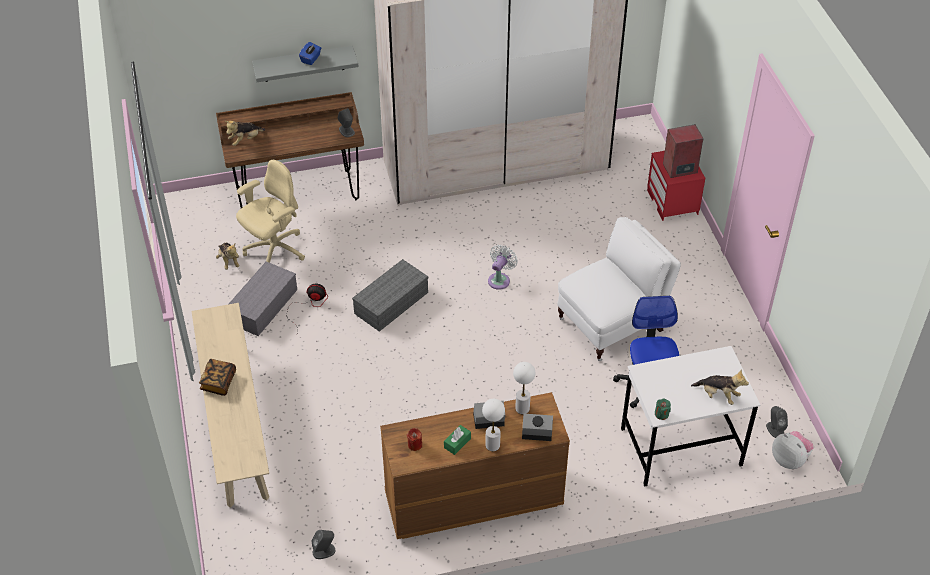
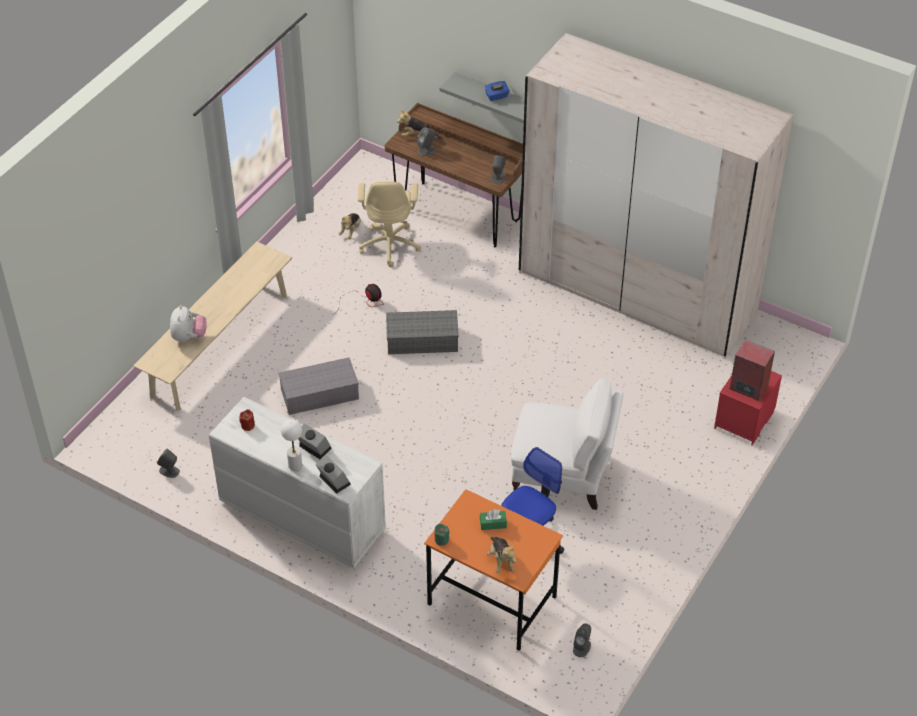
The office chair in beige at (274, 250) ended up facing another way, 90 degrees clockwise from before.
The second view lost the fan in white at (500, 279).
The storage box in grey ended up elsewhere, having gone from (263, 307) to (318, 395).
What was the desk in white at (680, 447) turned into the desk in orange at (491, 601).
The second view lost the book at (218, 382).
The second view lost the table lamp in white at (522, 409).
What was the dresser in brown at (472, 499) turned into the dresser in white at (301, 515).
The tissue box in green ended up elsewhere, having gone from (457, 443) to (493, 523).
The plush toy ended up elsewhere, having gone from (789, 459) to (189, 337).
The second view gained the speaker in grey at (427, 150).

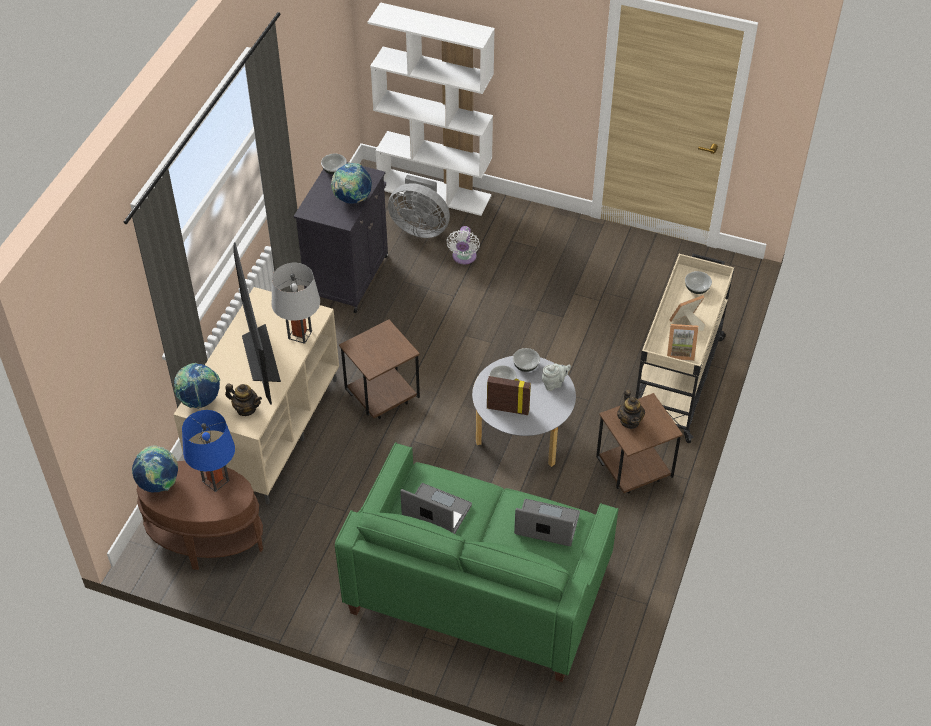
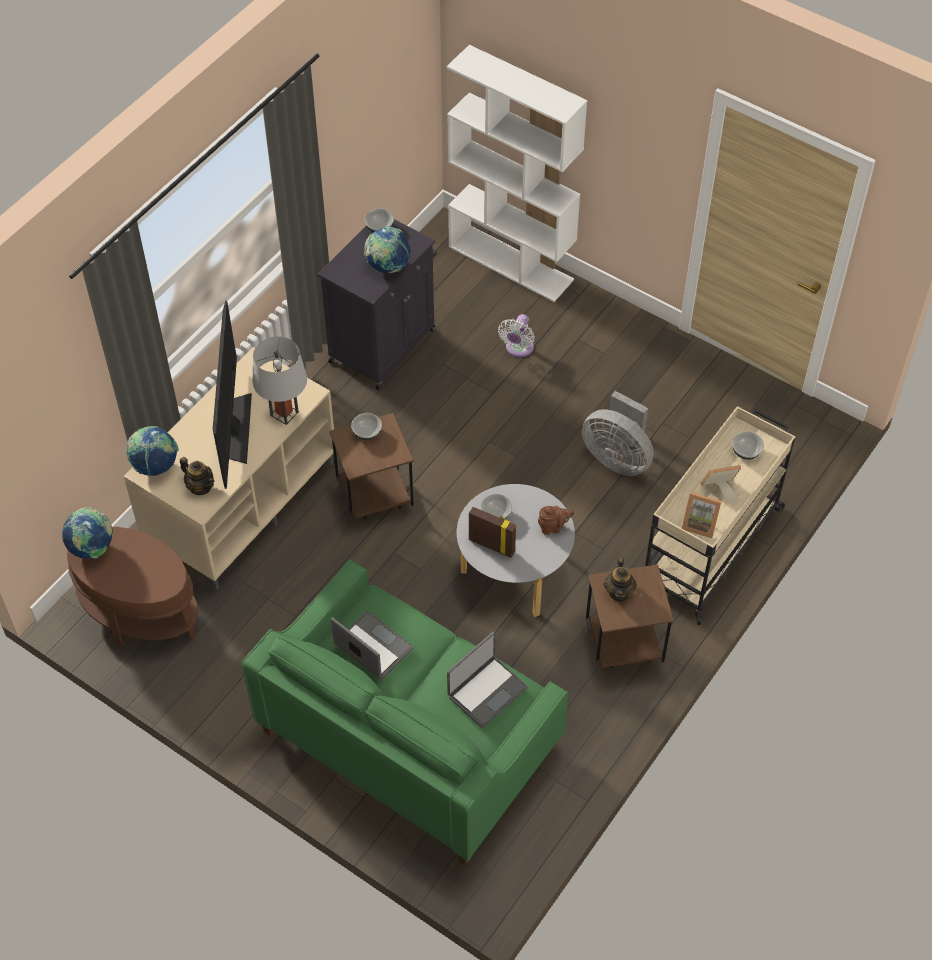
The fan in grey ended up elsewhere, having gone from (420, 227) to (617, 457).
The bowl ended up elsewhere, having gone from (526, 365) to (367, 432).
What was the teapot in grey at (554, 383) turned into the teapot in brown at (553, 527).
The second view lost the table lamp in blue at (216, 481).
The laptop at (546, 525) ended up facing another way, 105 degrees clockwise from before.

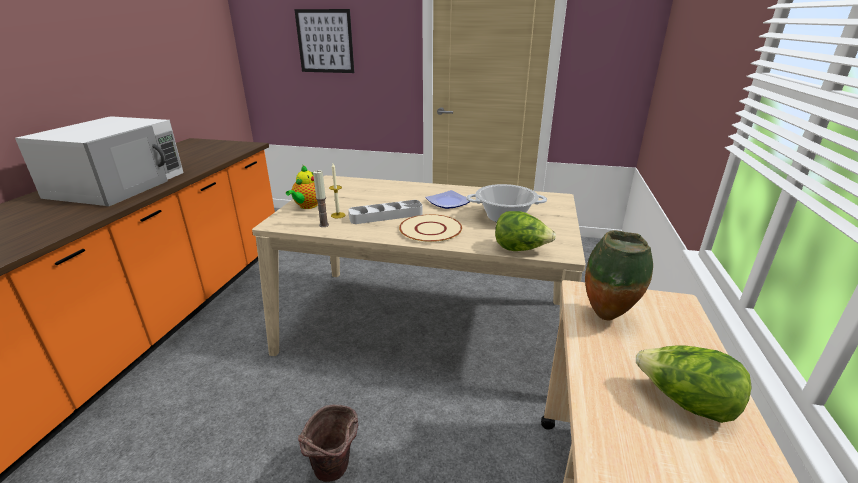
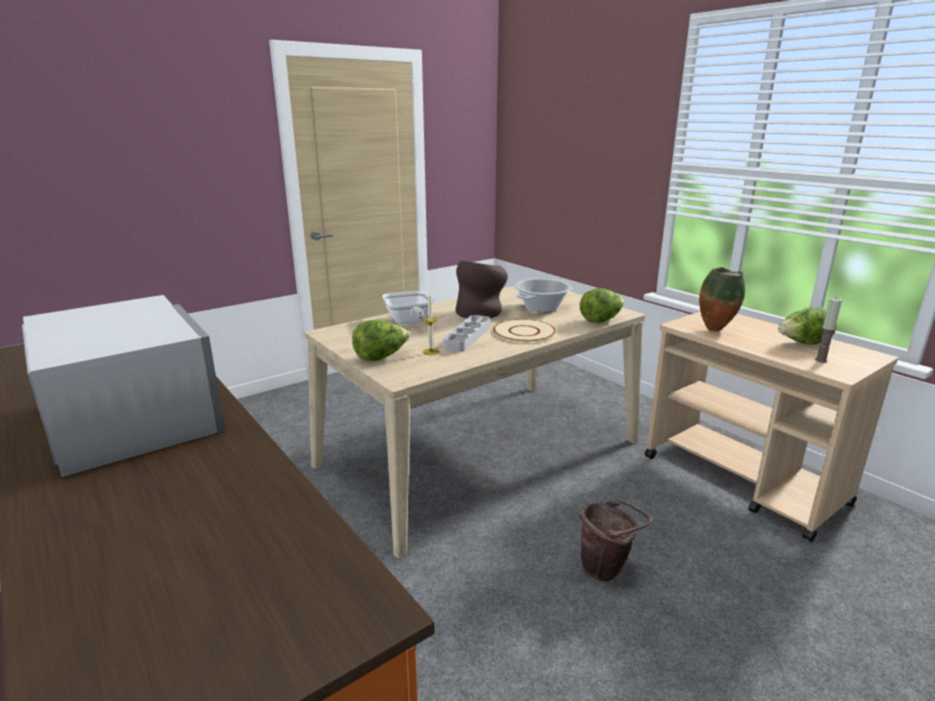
The second view lost the picture at (325, 41).
Where the teapot stood at (307, 206), the lettuce came to stand at (381, 357).
The candle ended up elsewhere, having gone from (324, 225) to (821, 360).
Where the plate stood at (448, 202), the vase in brown came to stand at (480, 312).
The second view gained the frying pan at (409, 322).

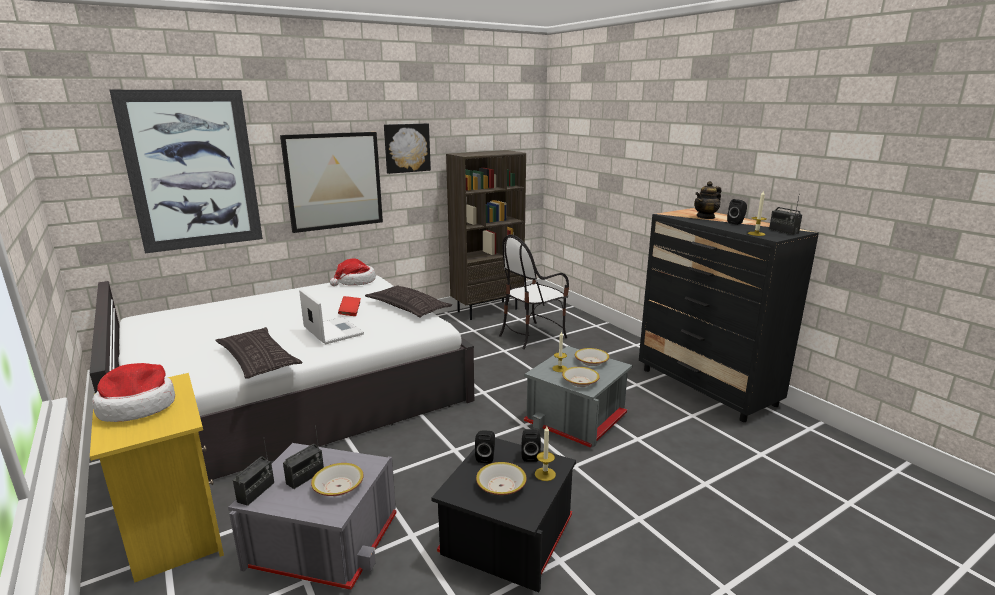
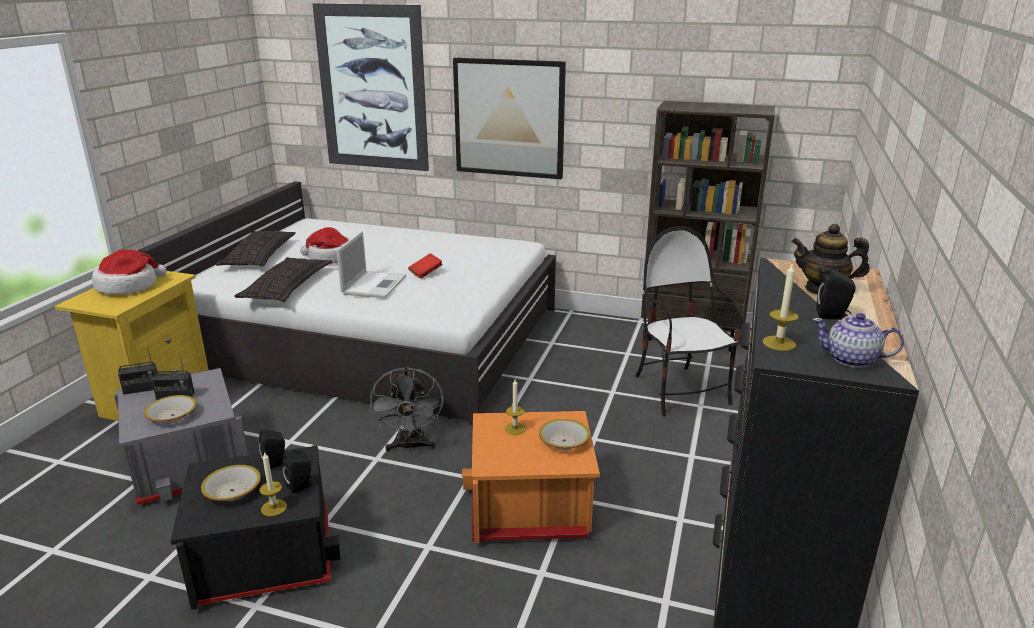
The second view lost the picture at (406, 148).
Where the radio stood at (783, 231), the teapot came to stand at (852, 360).
The chair at (532, 335) ended up facing another way, 60 degrees clockwise from before.
The hat ended up elsewhere, having gone from (355, 282) to (331, 257).
The pillow ended up elsewhere, having gone from (408, 307) to (259, 256).
What was the storage box in grey at (577, 418) turned into the storage box in orange at (531, 507).
The second view lost the bowl at (580, 382).
The second view gained the fan in grey at (410, 446).

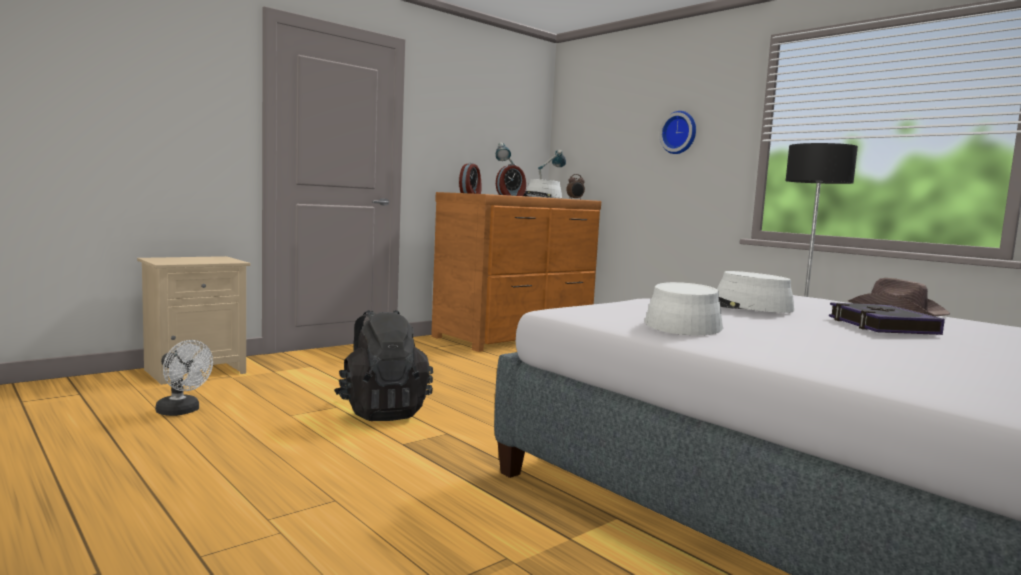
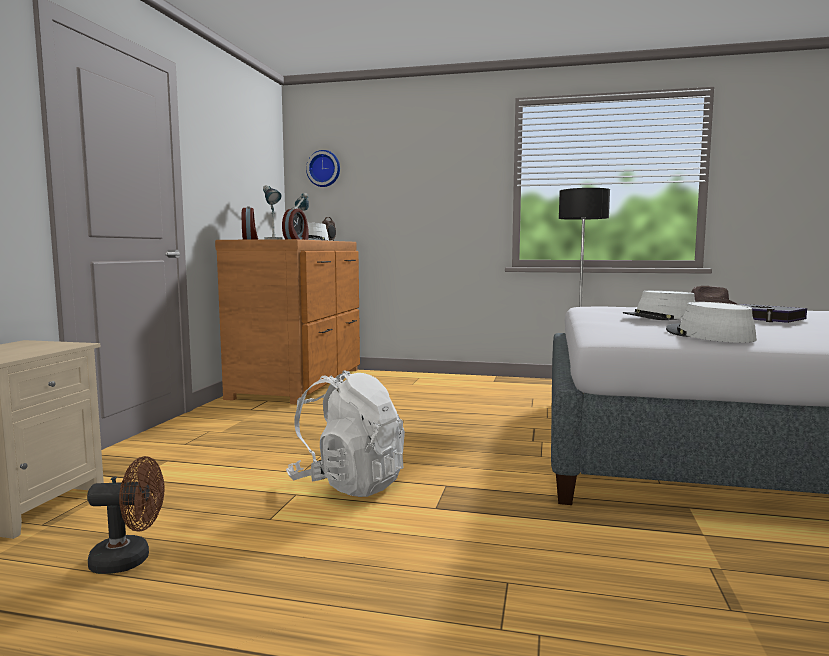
The wall clock ended up elsewhere, having gone from (679, 133) to (324, 169).
What was the backpack in black at (382, 411) turned into the backpack in white at (348, 484).
What was the fan in white at (182, 411) turned into the fan in brown at (130, 560).

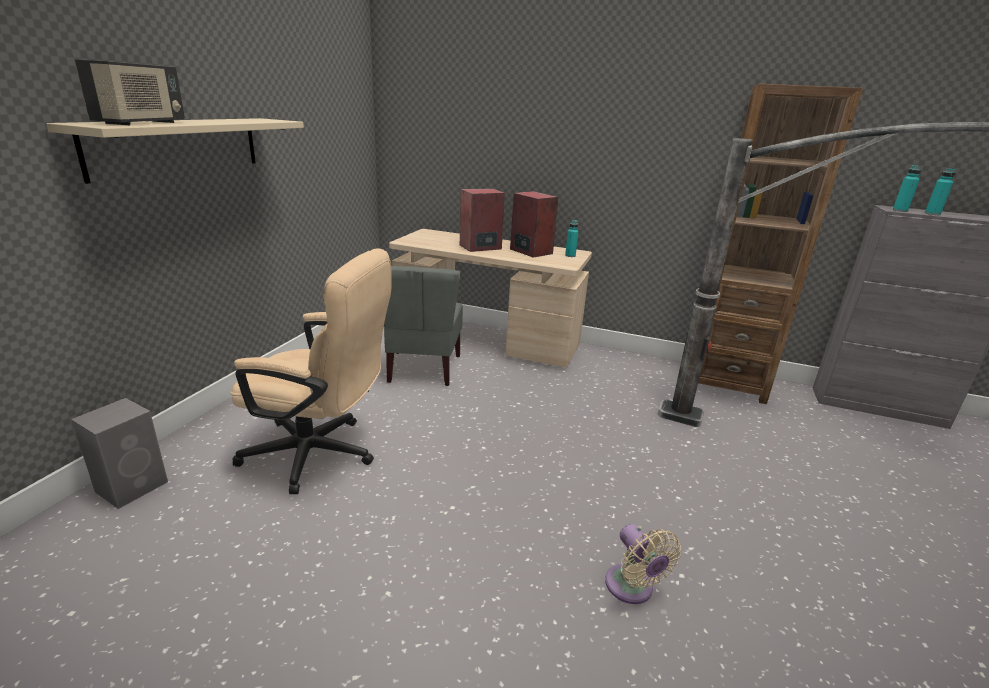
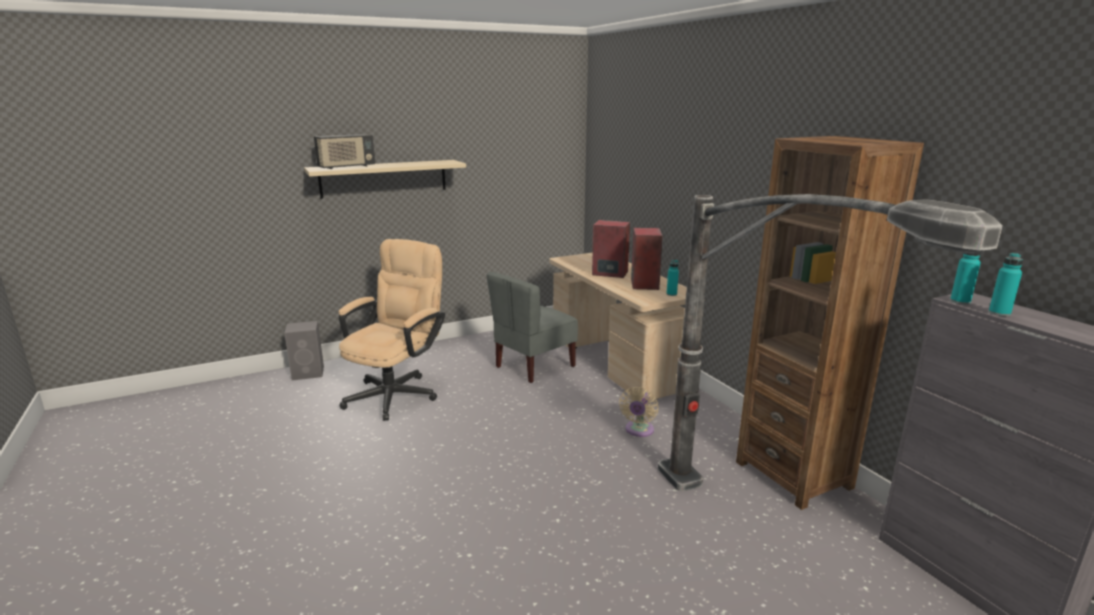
The office chair in beige at (321, 455) ended up facing another way, 120 degrees counterclockwise from before.
The fan in beige ended up elsewhere, having gone from (632, 589) to (638, 431).

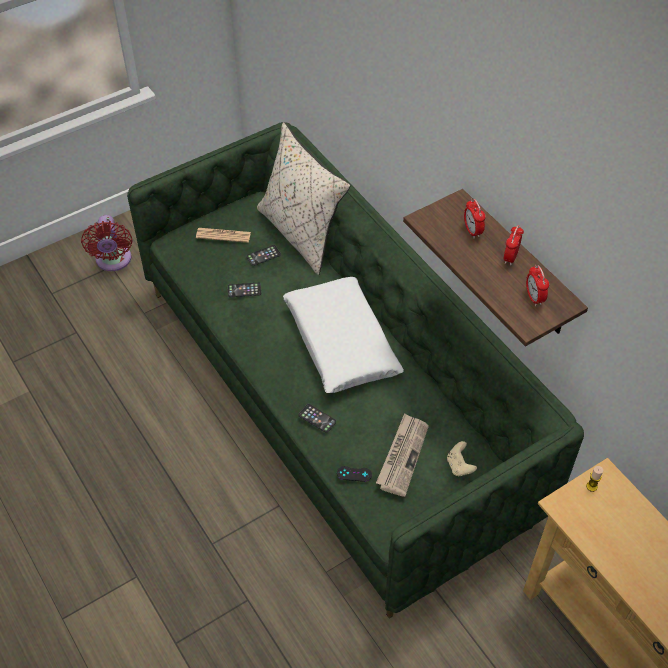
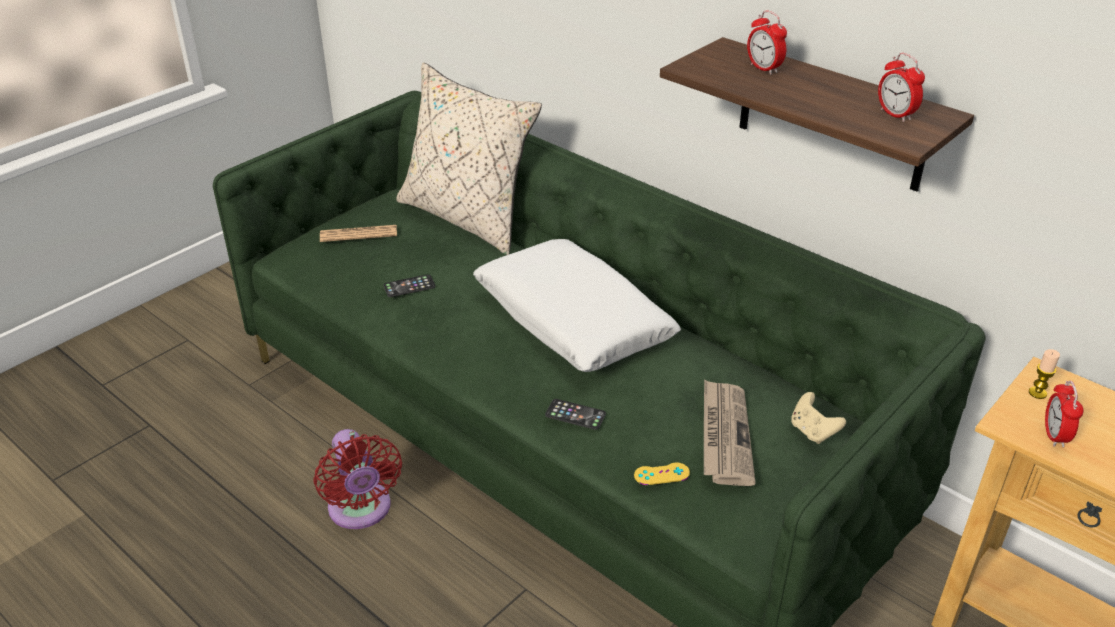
The fan in red ended up elsewhere, having gone from (113, 261) to (361, 511).
The alarm clock ended up elsewhere, having gone from (510, 257) to (1054, 436).
The second view lost the phone at (263, 255).
What was the game controller in black at (354, 474) turned into the game controller in yellow at (661, 474).

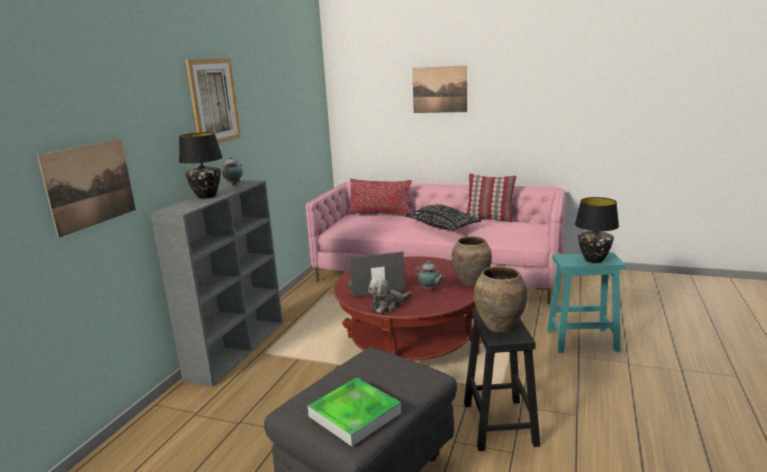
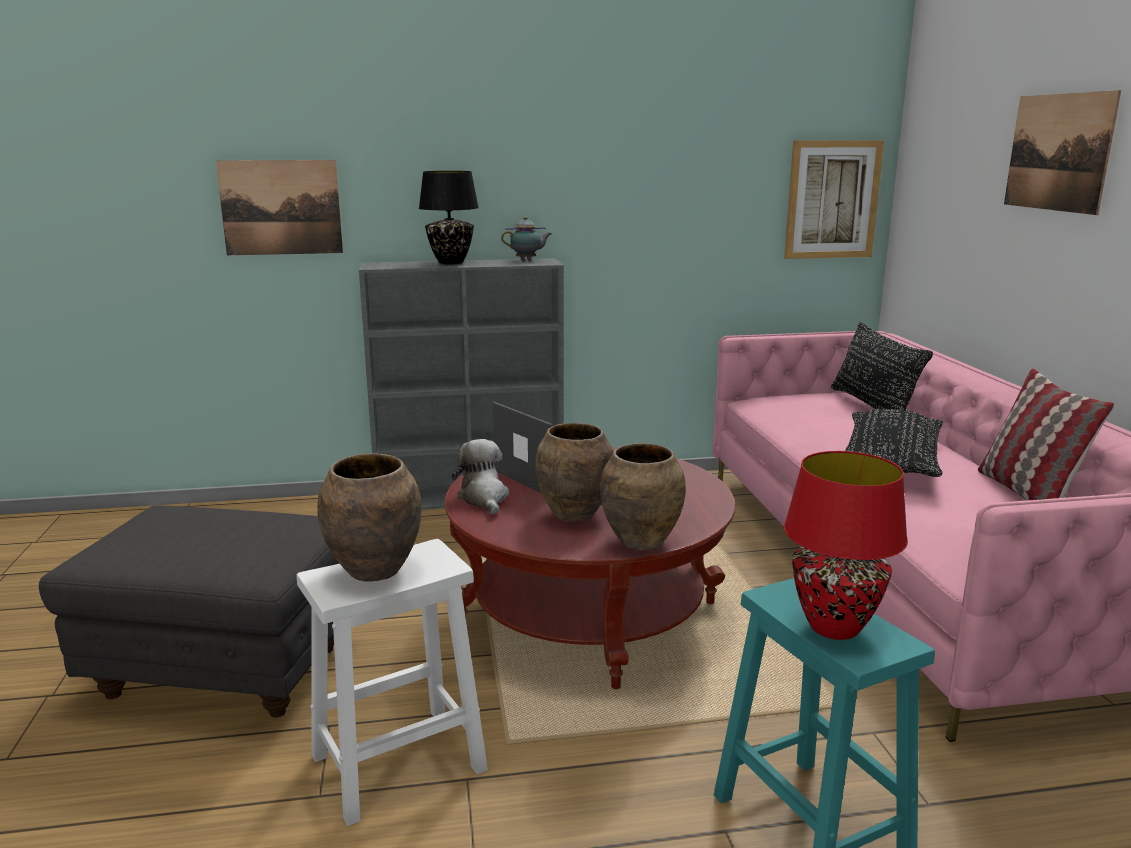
The picture ended up elsewhere, having gone from (214, 101) to (832, 200).
What was the pillow in red at (379, 214) turned into the pillow in black at (872, 407).
What was the table lamp in black at (594, 260) turned into the table lamp in red at (835, 627).
Where the teapot stood at (430, 289), the vase in brown came to stand at (573, 514).
The plush toy at (388, 305) ended up facing another way, 45 degrees clockwise from before.
What was the stool in black at (498, 422) turned into the stool in white at (401, 761).
The second view lost the tray at (354, 414).

